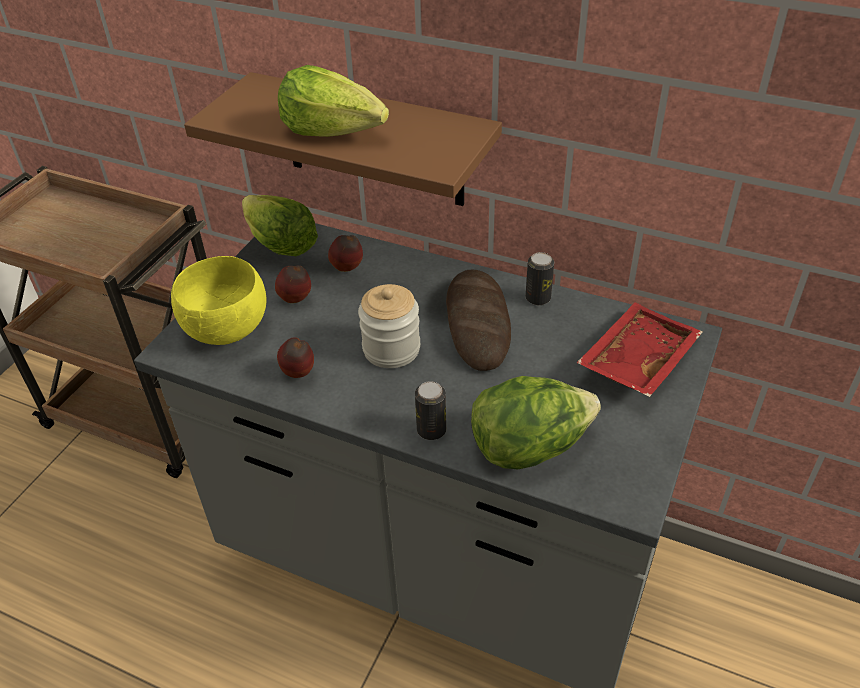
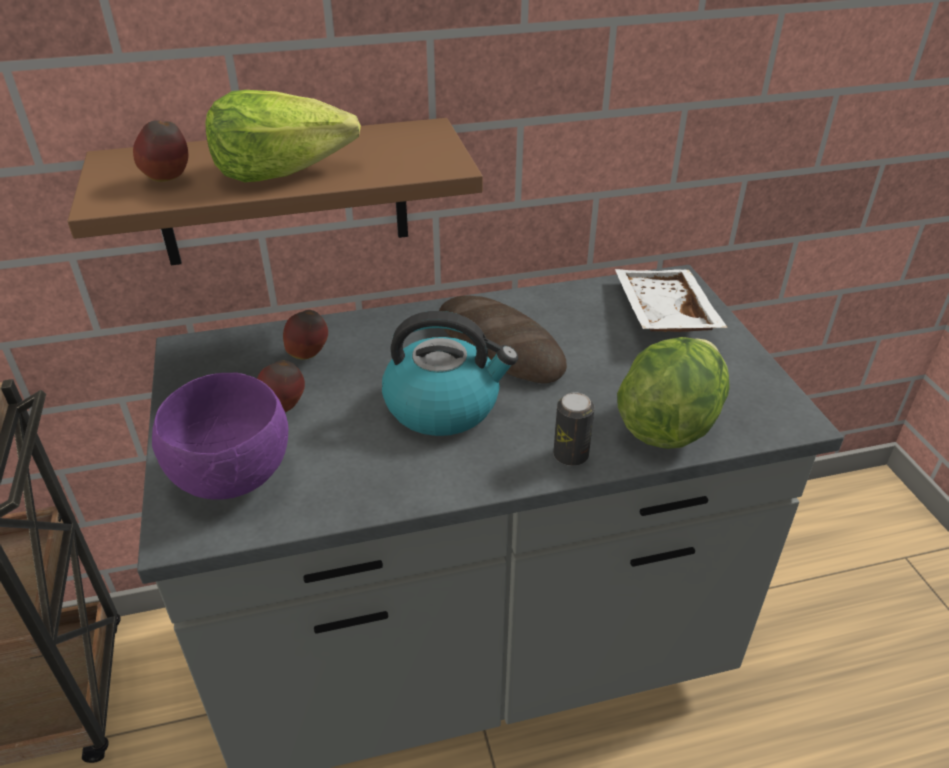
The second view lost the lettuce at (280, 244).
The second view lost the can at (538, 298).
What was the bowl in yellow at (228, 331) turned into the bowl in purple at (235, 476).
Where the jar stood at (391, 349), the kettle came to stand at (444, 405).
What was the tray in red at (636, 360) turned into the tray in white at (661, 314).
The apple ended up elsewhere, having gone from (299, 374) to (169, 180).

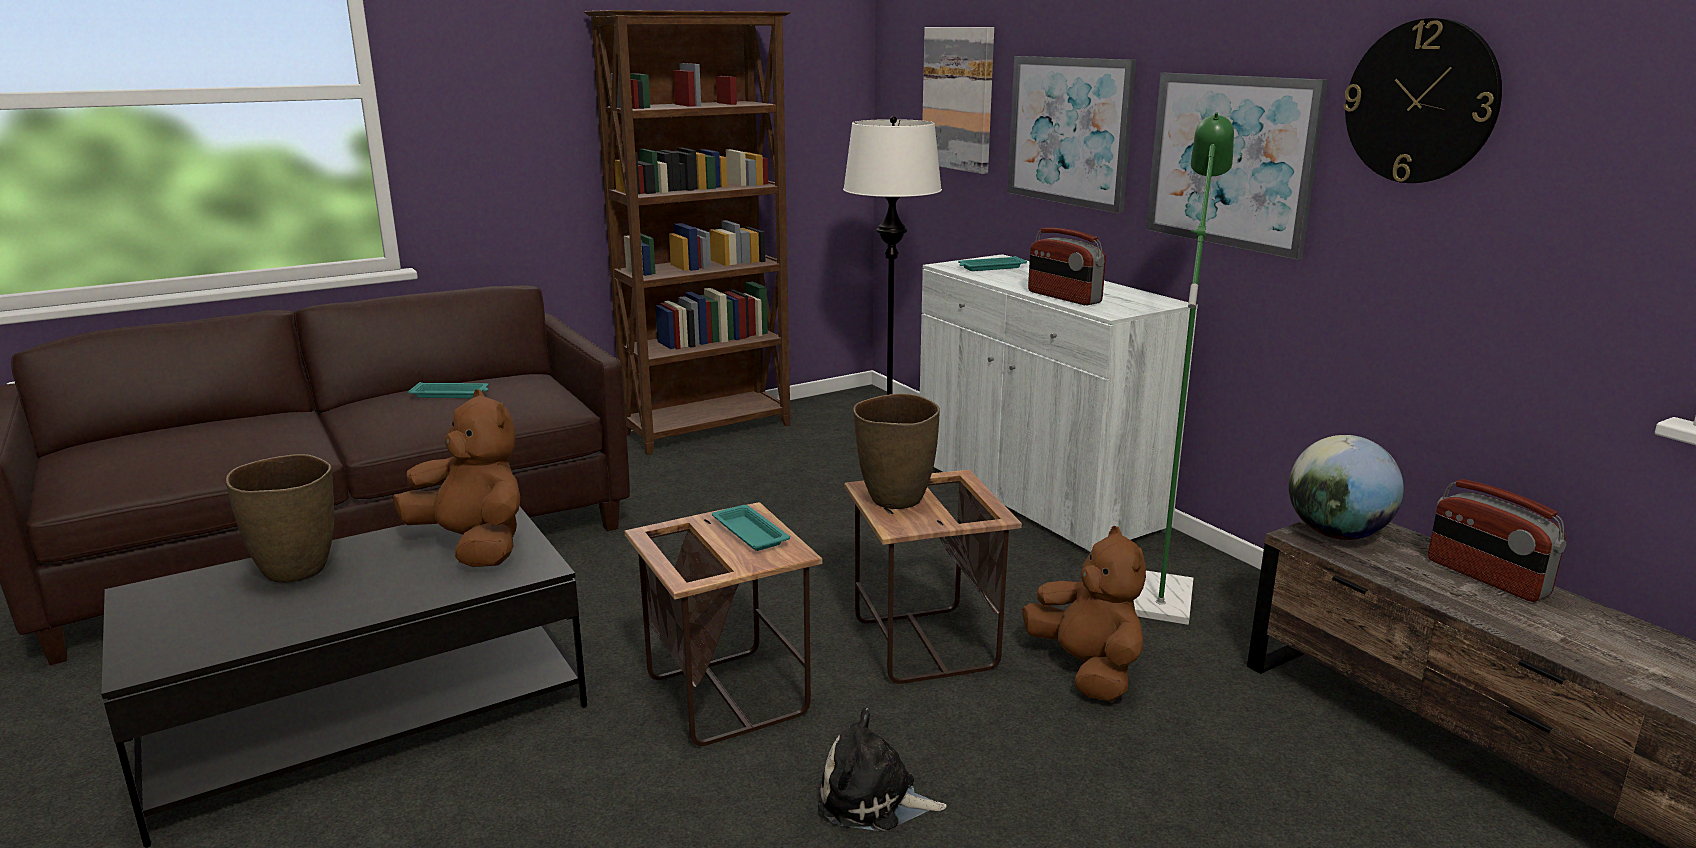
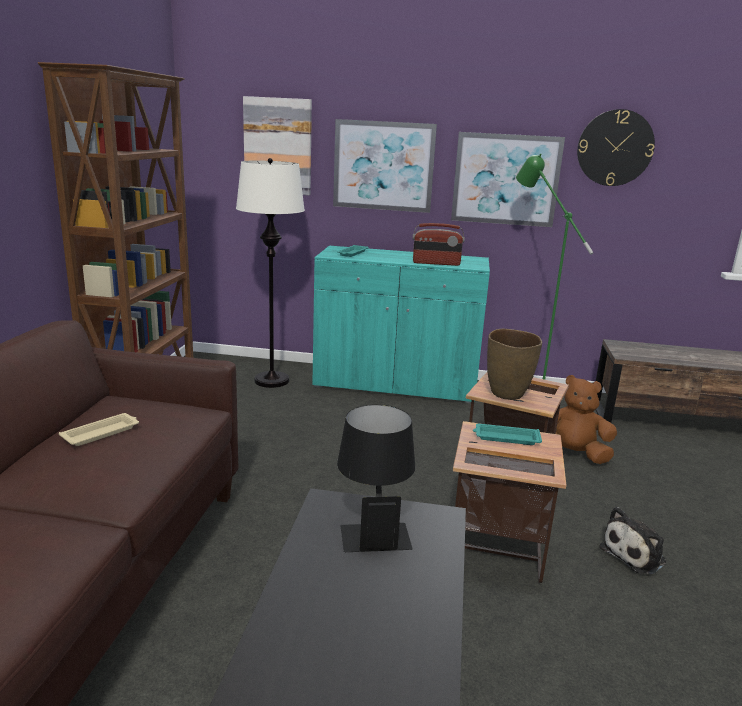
What was the cabinet in white at (1035, 494) turned into the cabinet in turquoise at (396, 384).
What was the tray in turquoise at (451, 394) turned into the tray in beige at (102, 433).
Where the plush toy in brown stood at (474, 546), the table lamp in black came to stand at (373, 528).
The second view lost the globe at (1336, 534).
The second view lost the vase in brown at (298, 570).
The second view lost the radio at (1486, 578).

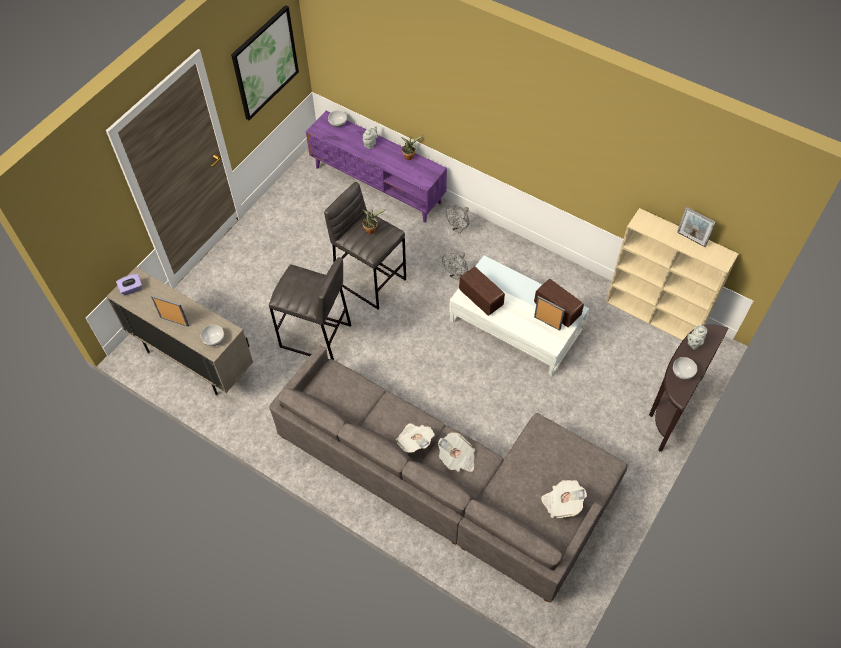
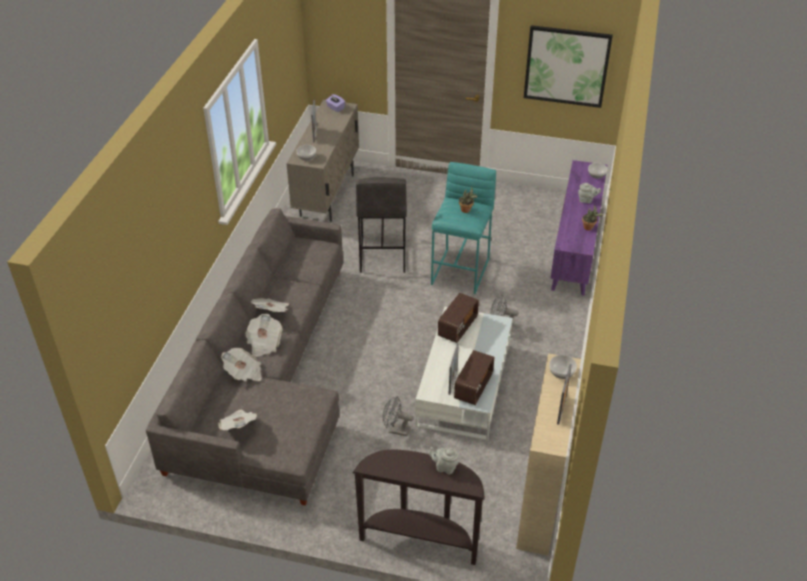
What was the stool in grey at (370, 280) turned into the stool in turquoise at (461, 271).
The fan in grey ended up elsewhere, having gone from (459, 229) to (395, 430).
The bowl ended up elsewhere, having gone from (683, 372) to (561, 373).
The second view gained the newspaper at (244, 373).

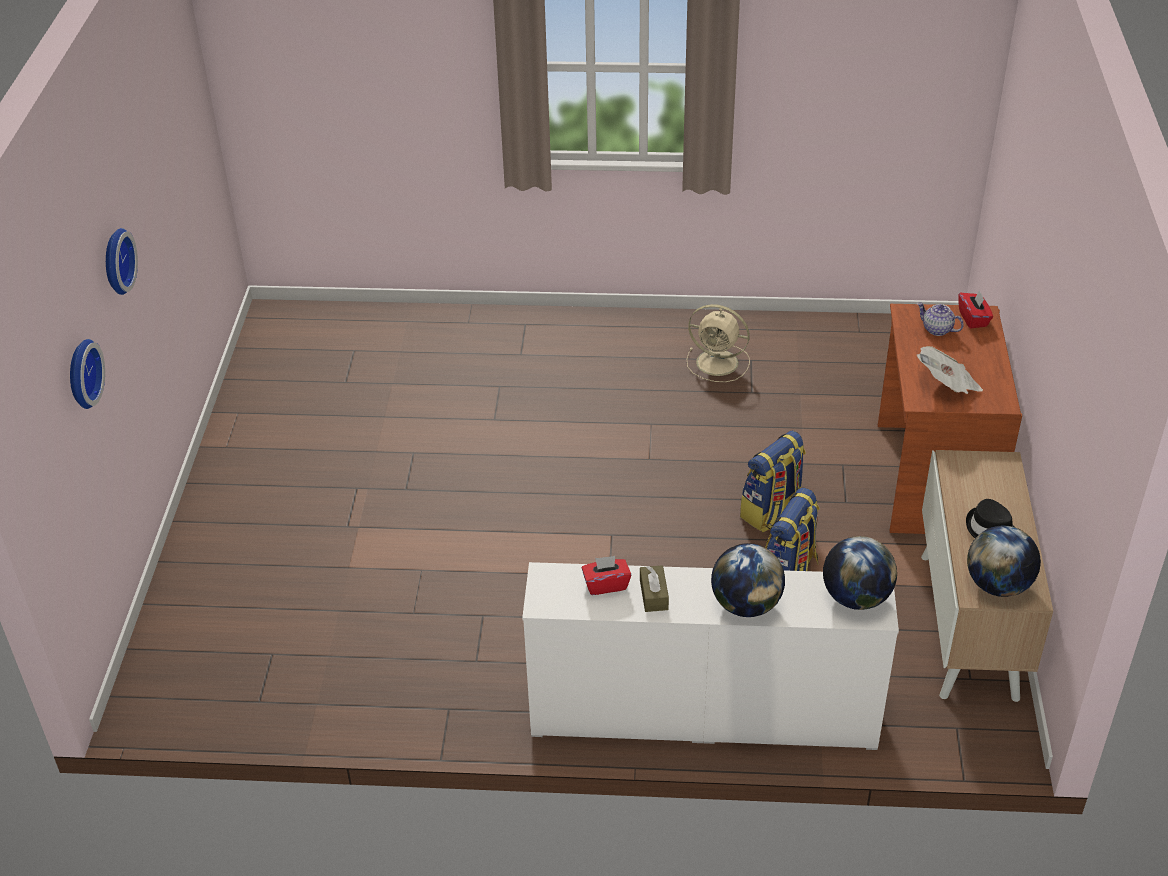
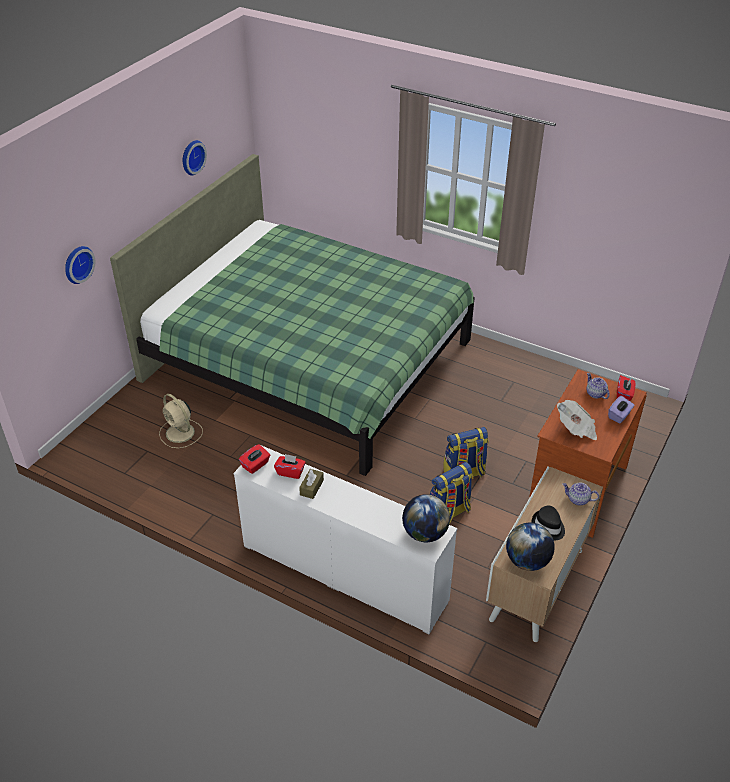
The wall clock ended up elsewhere, having gone from (115, 261) to (191, 157).
The fan in beige ended up elsewhere, having gone from (719, 363) to (181, 433).
The second view lost the globe at (746, 604).
The second view gained the bed in green at (308, 361).
The second view gained the tissue box in purple at (619, 416).
The second view gained the tissue box in red at (255, 465).
The second view gained the teapot at (578, 499).

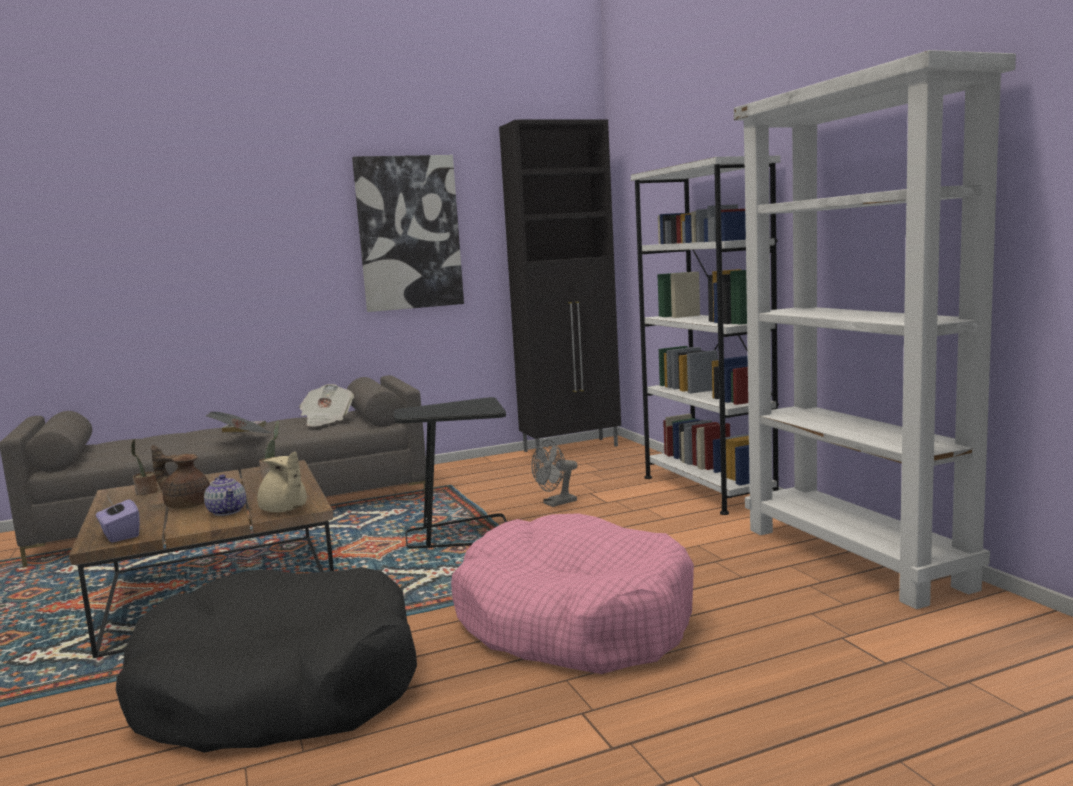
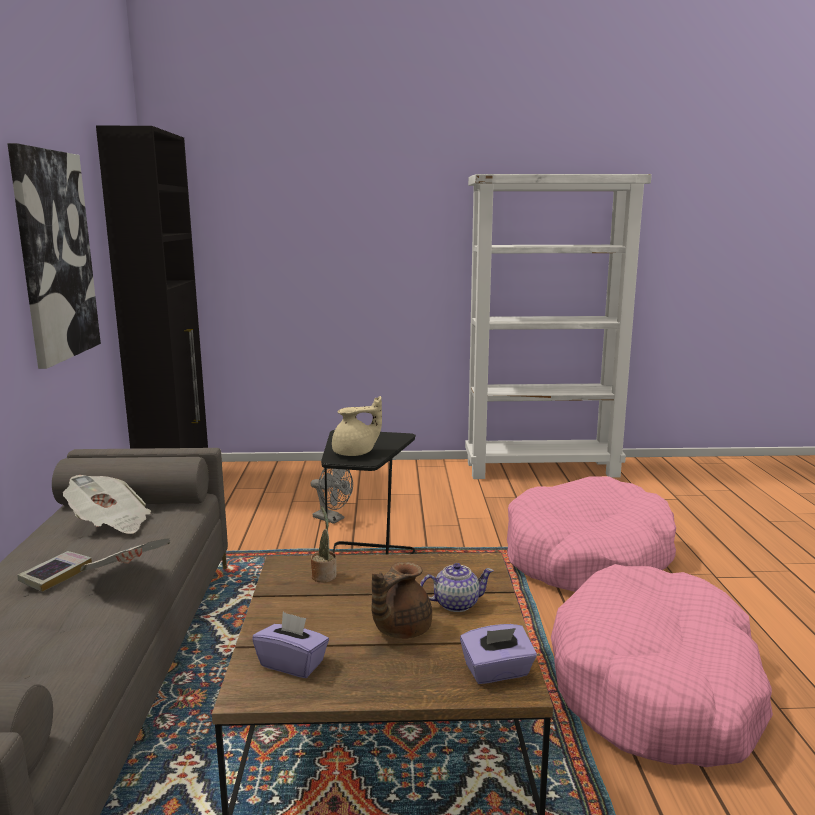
The second view lost the bookcase in white at (708, 489).
Where the potted plant stood at (146, 492), the tissue box in purple came to stand at (292, 663).
The fan in grey at (556, 503) ended up facing another way, 45 degrees counterclockwise from before.
The teapot in beige ended up elsewhere, having gone from (284, 510) to (355, 453).
What was the dog bed in black at (278, 689) turned into the dog bed in pink at (656, 687).

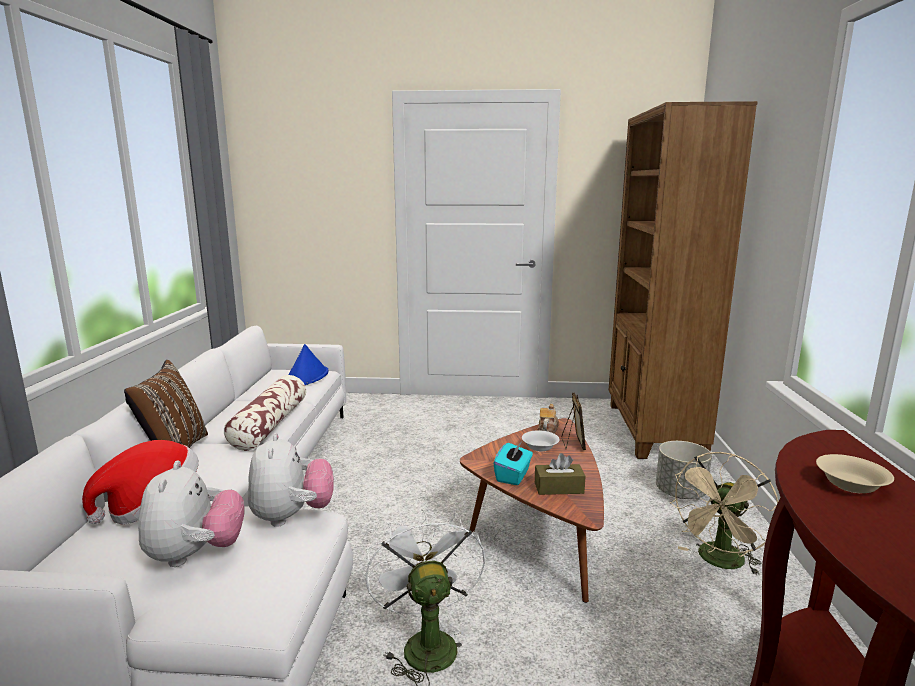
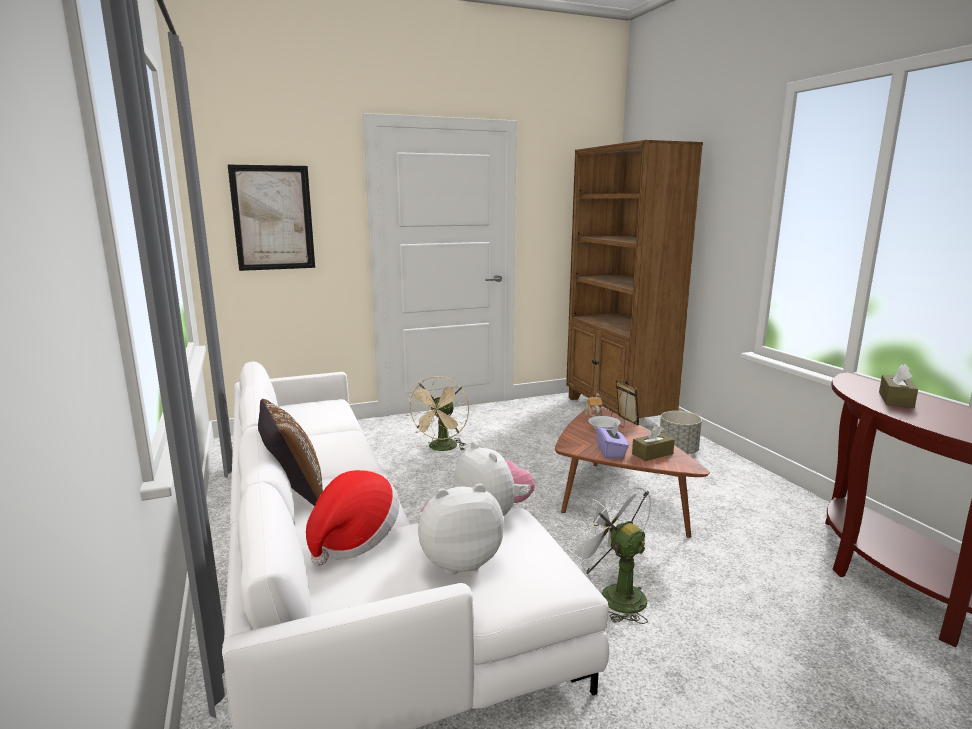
The second view lost the hat in blue at (307, 377).
The second view lost the pillow at (270, 425).
What was the tissue box in turquoise at (513, 476) turned into the tissue box in purple at (611, 452).
The fan in beige ended up elsewhere, having gone from (719, 562) to (441, 449).
Where the bowl in beige stood at (850, 485), the tissue box in brown came to stand at (895, 400).
The plush toy at (195, 555) ended up facing another way, 75 degrees counterclockwise from before.
The second view gained the picture at (273, 218).

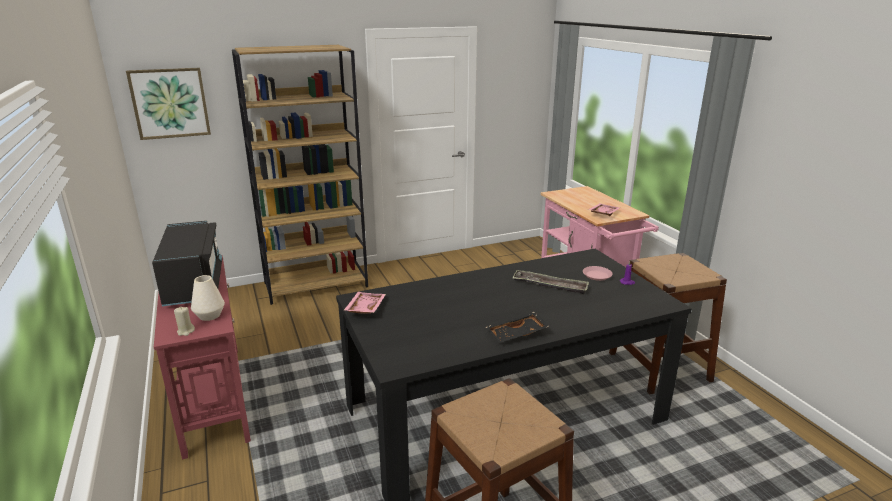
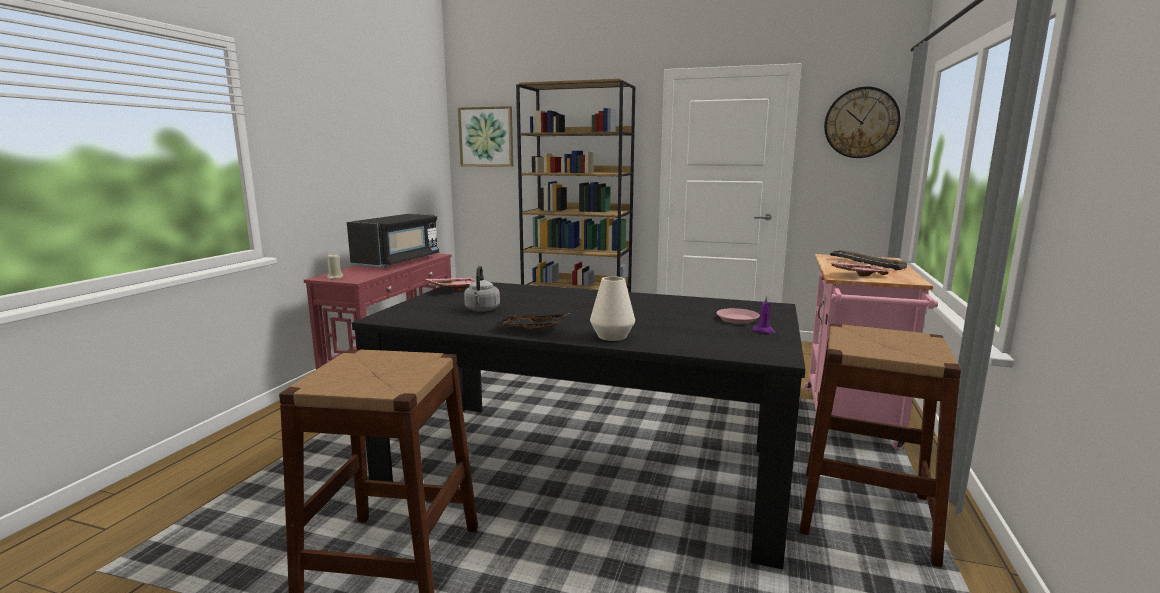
The tray ended up elsewhere, having gone from (550, 285) to (866, 263).
The vase in white ended up elsewhere, having gone from (209, 315) to (612, 336).
The second view gained the wall clock at (861, 123).
The second view gained the kettle in grey at (482, 310).

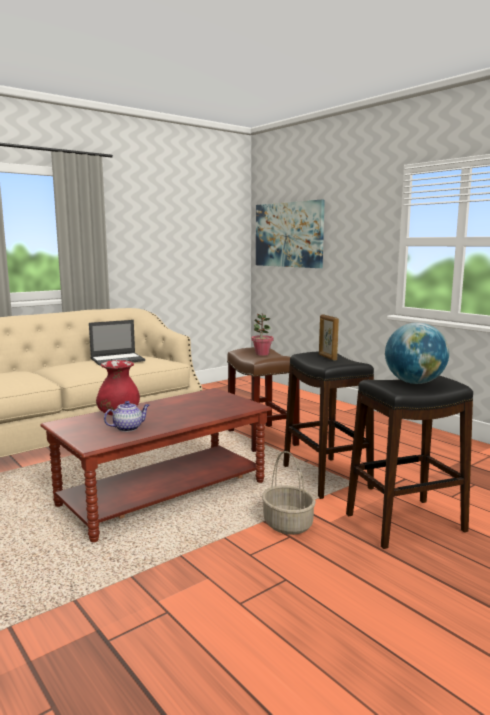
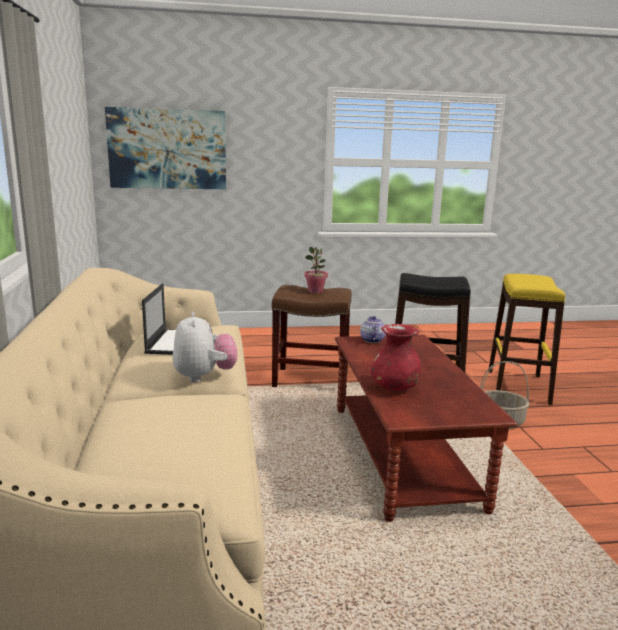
The second view lost the picture frame at (327, 357).
The second view lost the globe at (414, 383).
What was the stool in black at (405, 522) turned into the stool in yellow at (517, 386).
The teapot ended up elsewhere, having gone from (128, 428) to (372, 340).
The second view gained the plush toy at (204, 377).

